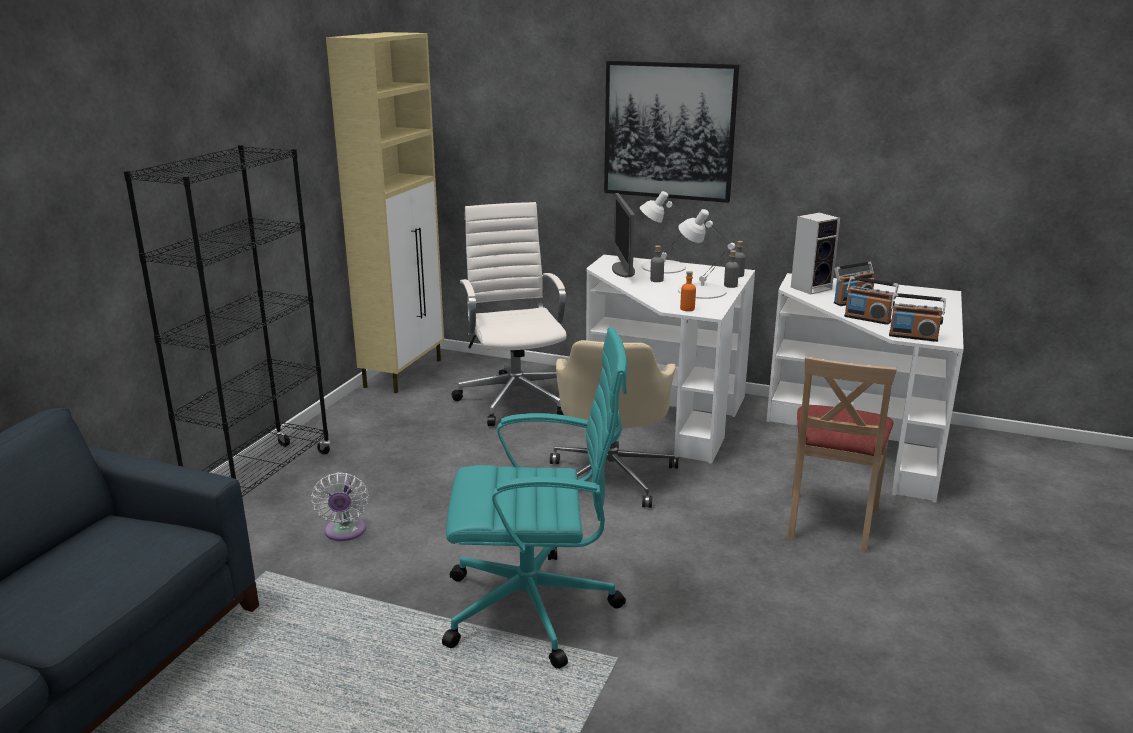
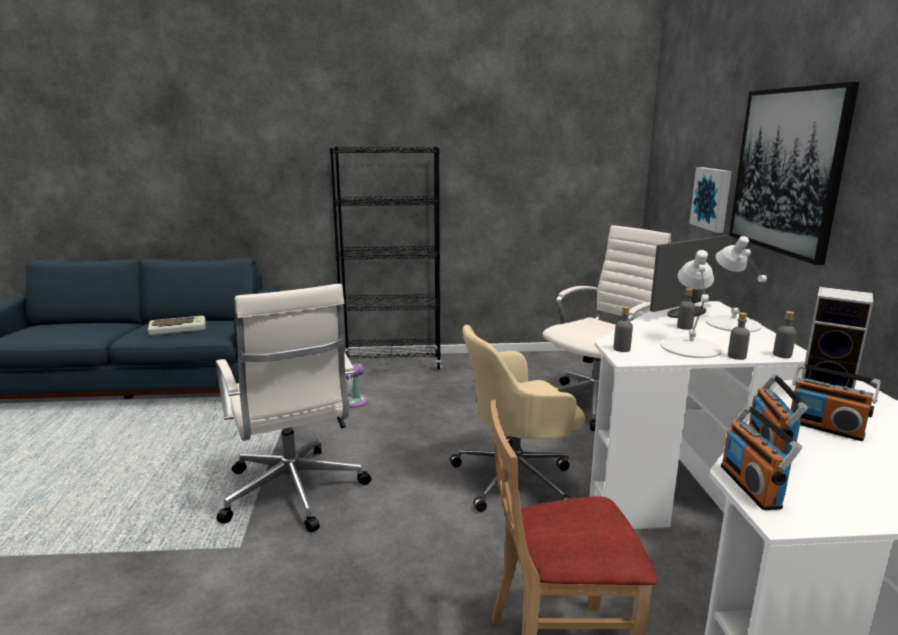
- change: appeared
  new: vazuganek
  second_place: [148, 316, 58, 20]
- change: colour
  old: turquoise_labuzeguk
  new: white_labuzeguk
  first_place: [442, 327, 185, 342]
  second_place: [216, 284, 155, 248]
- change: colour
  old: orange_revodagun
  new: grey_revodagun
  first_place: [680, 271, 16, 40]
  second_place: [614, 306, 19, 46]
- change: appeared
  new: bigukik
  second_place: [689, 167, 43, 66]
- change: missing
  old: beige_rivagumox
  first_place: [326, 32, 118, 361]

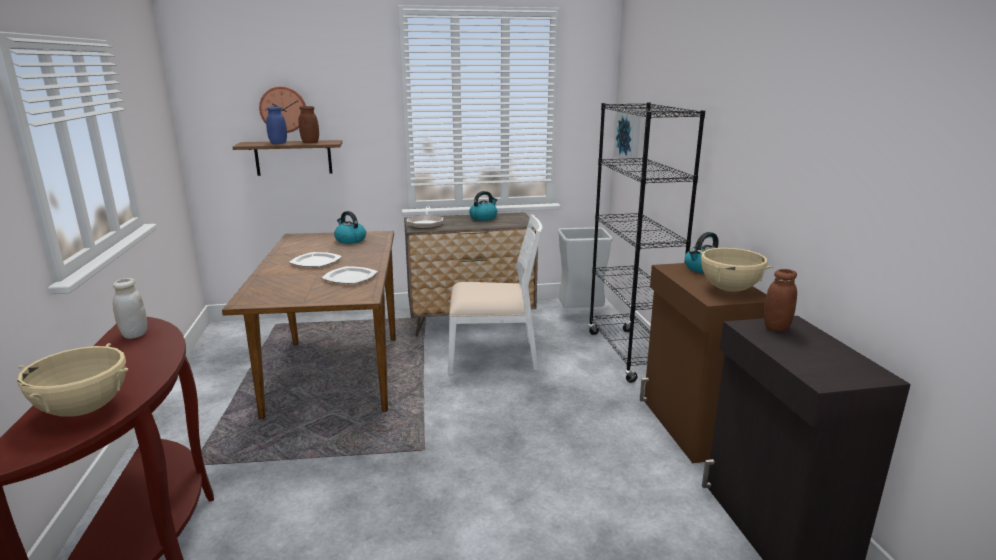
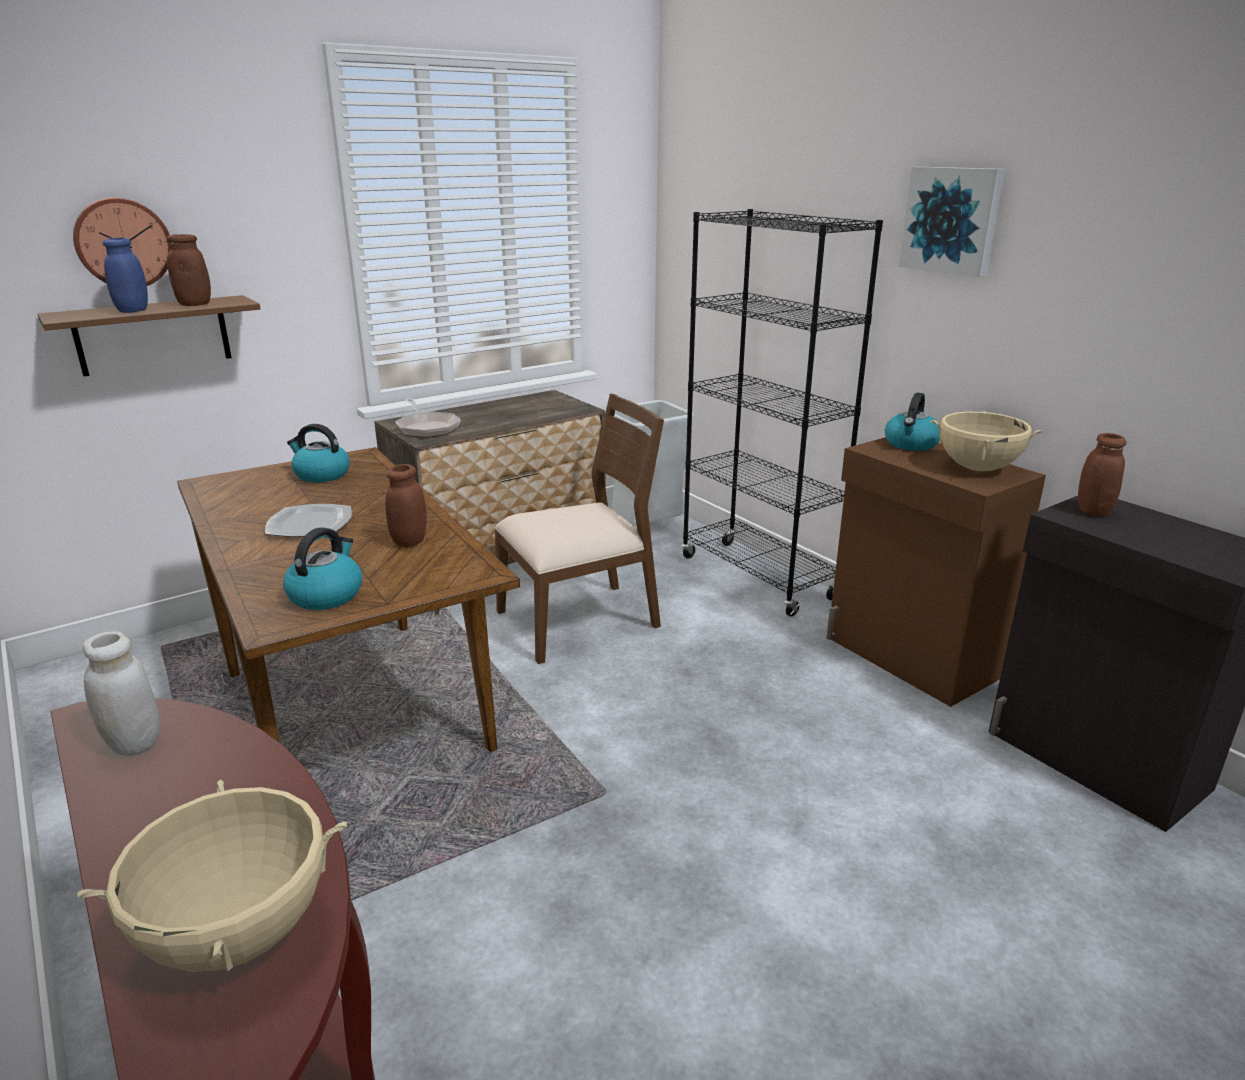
- change: relocated
  old: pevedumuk
  first_place: [469, 191, 29, 30]
  second_place: [283, 527, 79, 83]
- change: exchanged
  old: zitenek
  new: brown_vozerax
  first_place: [322, 266, 56, 18]
  second_place: [385, 464, 42, 84]
- change: colour
  old: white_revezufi
  new: brown_revezufi
  first_place: [448, 214, 94, 160]
  second_place: [495, 393, 169, 271]
- change: relocated
  old: bigukik
  first_place: [614, 109, 27, 54]
  second_place: [899, 167, 106, 110]

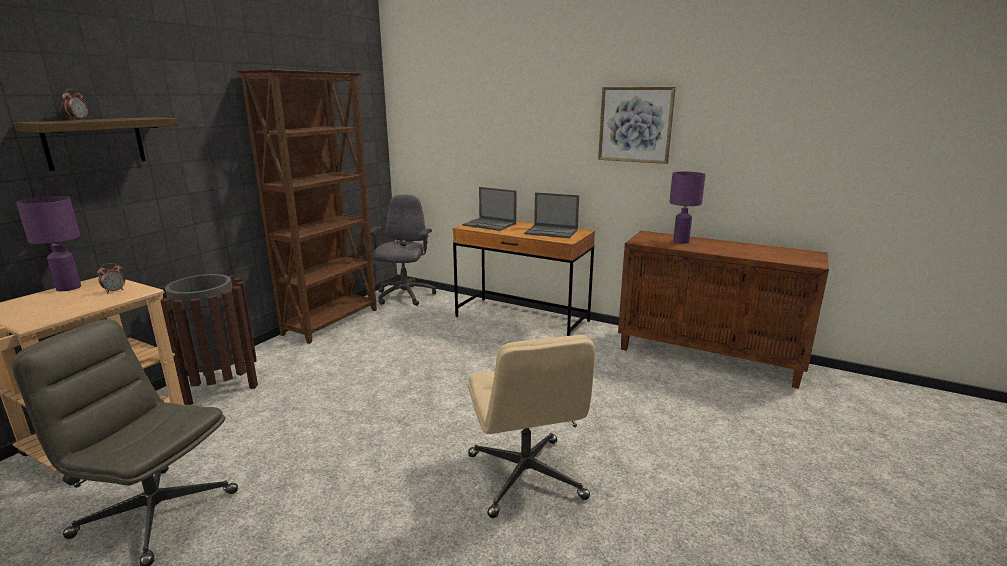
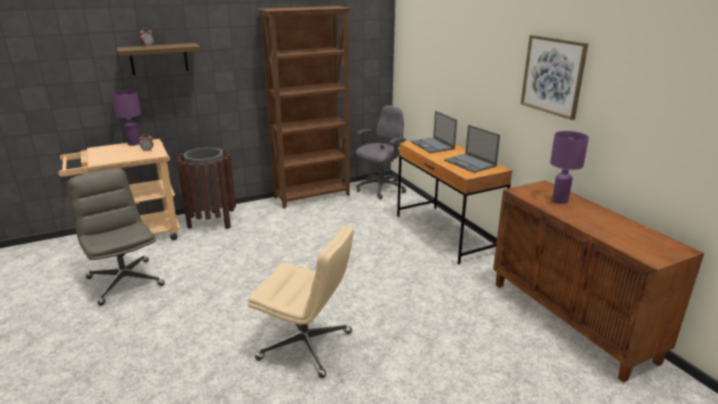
- change: spun
  old: beige_labuzeguk
  first_place: [468, 335, 127, 183]
  second_place: [248, 226, 106, 152]
  degrees: -90

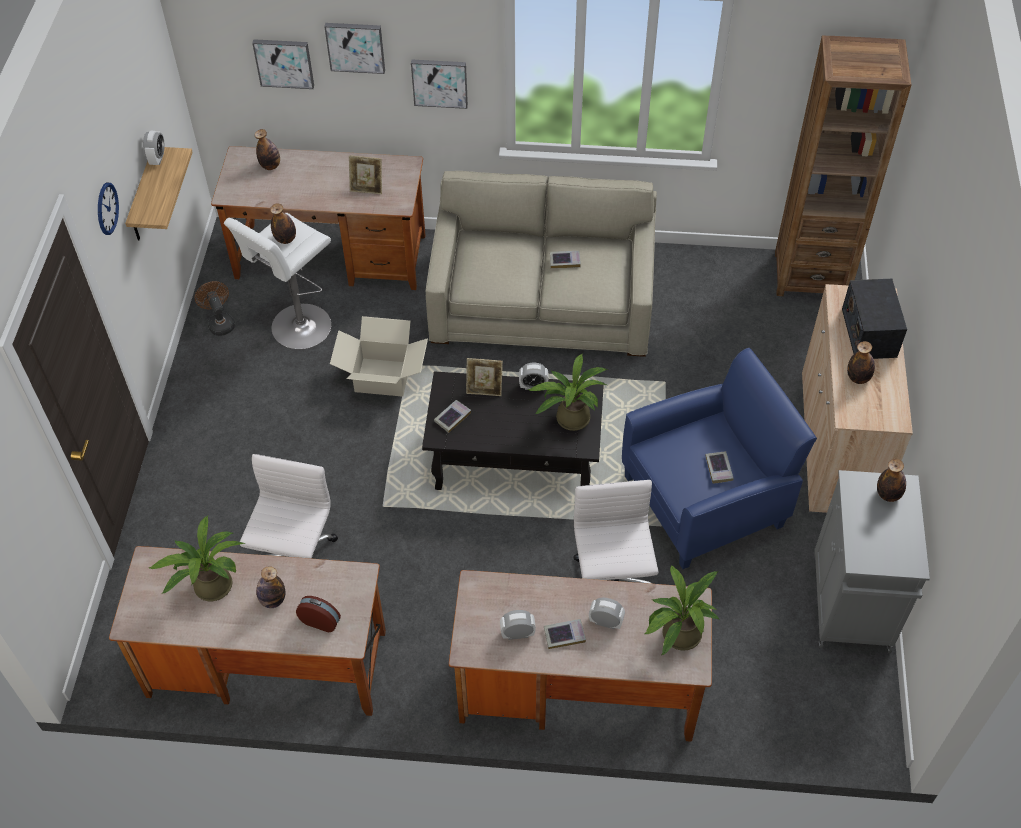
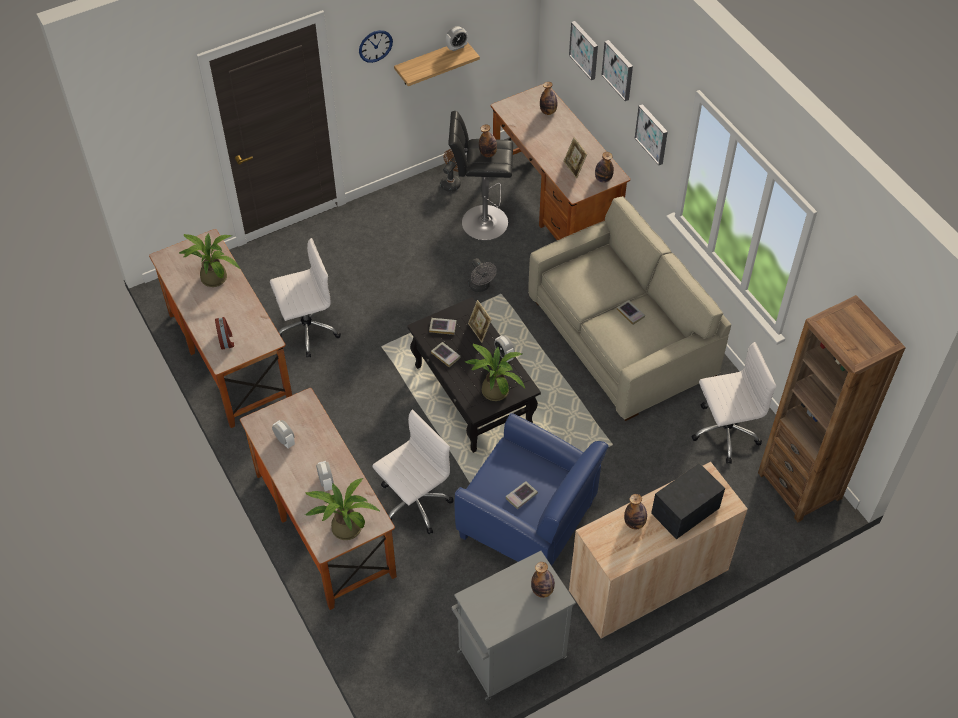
- change: relocated
  old: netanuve
  first_place: [544, 619, 42, 30]
  second_place: [431, 342, 30, 25]
- change: colour
  old: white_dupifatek
  new: black_dupifatek
  first_place: [224, 213, 107, 137]
  second_place: [448, 111, 65, 129]
- change: exchanged
  old: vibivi
  new: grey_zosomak
  first_place: [330, 316, 98, 80]
  second_place: [468, 258, 29, 34]
- change: relocated
  old: revodagun
  first_place: [256, 566, 29, 42]
  second_place: [595, 152, 19, 31]
- change: appeared
  new: white_labuzeguk
  second_place: [691, 342, 85, 122]

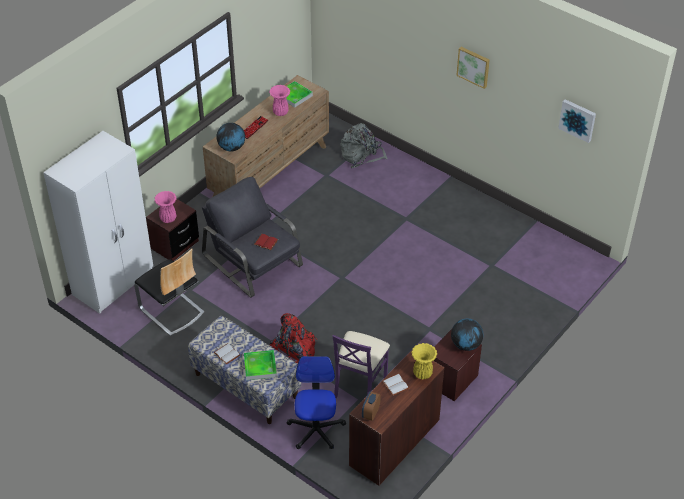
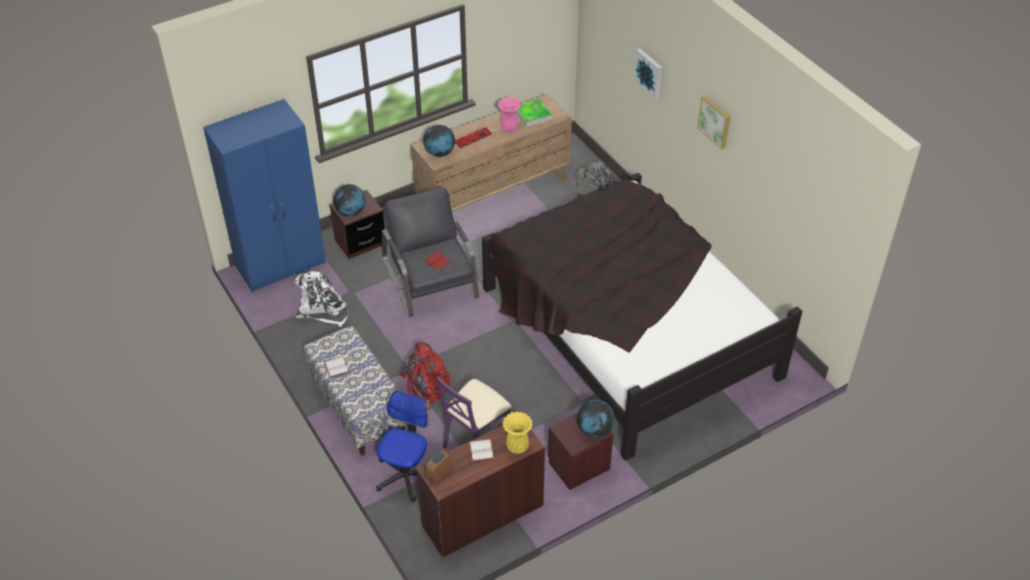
- change: colour
  old: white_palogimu
  new: blue_palogimu
  first_place: [43, 131, 110, 183]
  second_place: [203, 99, 122, 194]
- change: exchanged
  old: revezufi
  new: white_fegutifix
  first_place: [134, 248, 71, 88]
  second_place: [294, 271, 55, 56]
- change: exchanged
  old: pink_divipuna
  new: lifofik
  first_place: [154, 191, 22, 32]
  second_place: [333, 184, 32, 32]
- change: appeared
  new: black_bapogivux
  second_place: [482, 173, 320, 288]
- change: relocated
  old: bigukik
  first_place: [558, 99, 38, 44]
  second_place: [634, 48, 28, 52]
- change: missing
  old: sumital
  first_place: [244, 350, 33, 30]

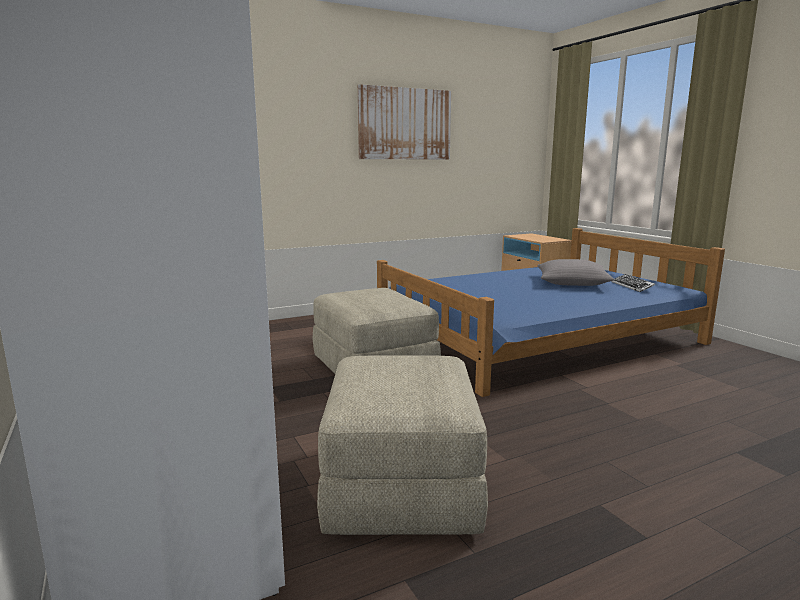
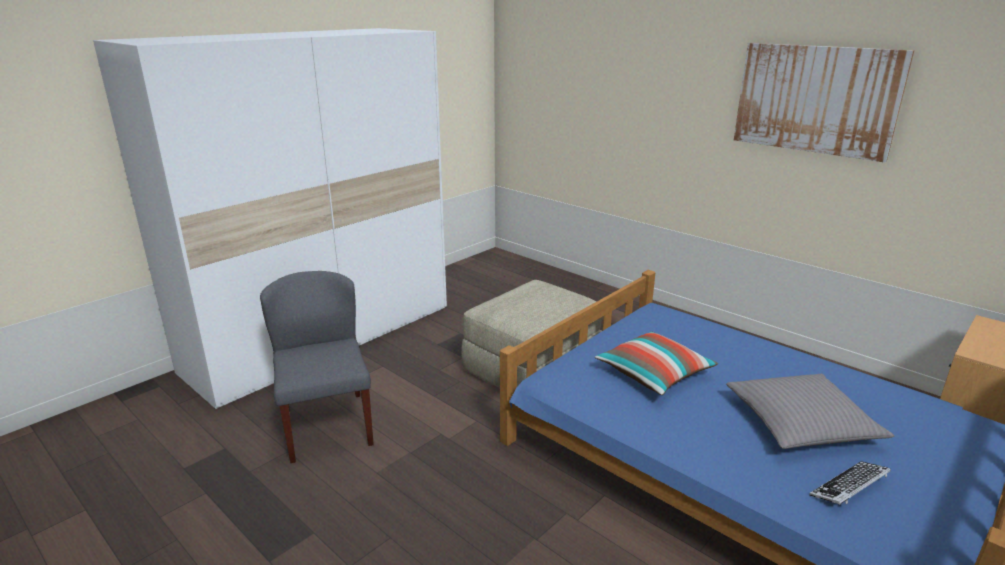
- change: exchanged
  old: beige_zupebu
  new: grey_revezufi
  first_place: [317, 355, 171, 180]
  second_place: [260, 271, 114, 192]
- change: appeared
  new: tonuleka
  second_place: [595, 332, 123, 63]

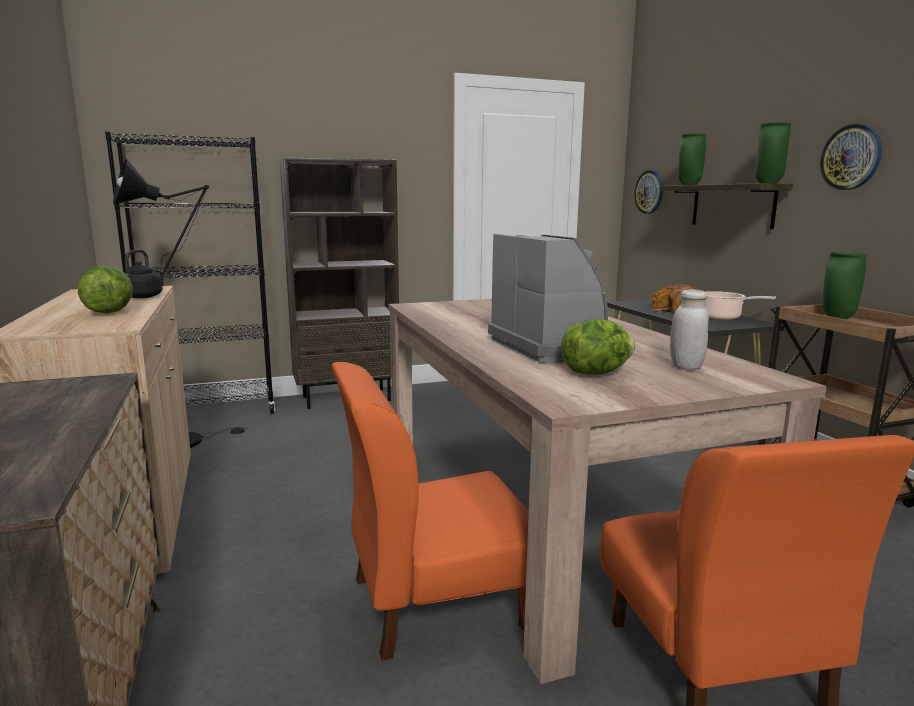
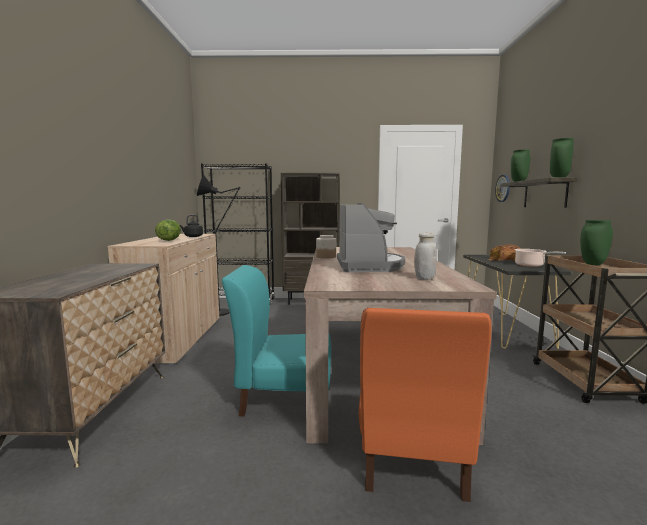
- change: colour
  old: orange_revezufi
  new: turquoise_revezufi
  first_place: [332, 362, 197, 299]
  second_place: [222, 265, 109, 151]
- change: appeared
  new: vozerax
  second_place: [316, 235, 20, 24]
- change: missing
  old: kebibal
  first_place: [561, 319, 74, 56]
- change: missing
  old: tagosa
  first_place: [820, 124, 62, 66]

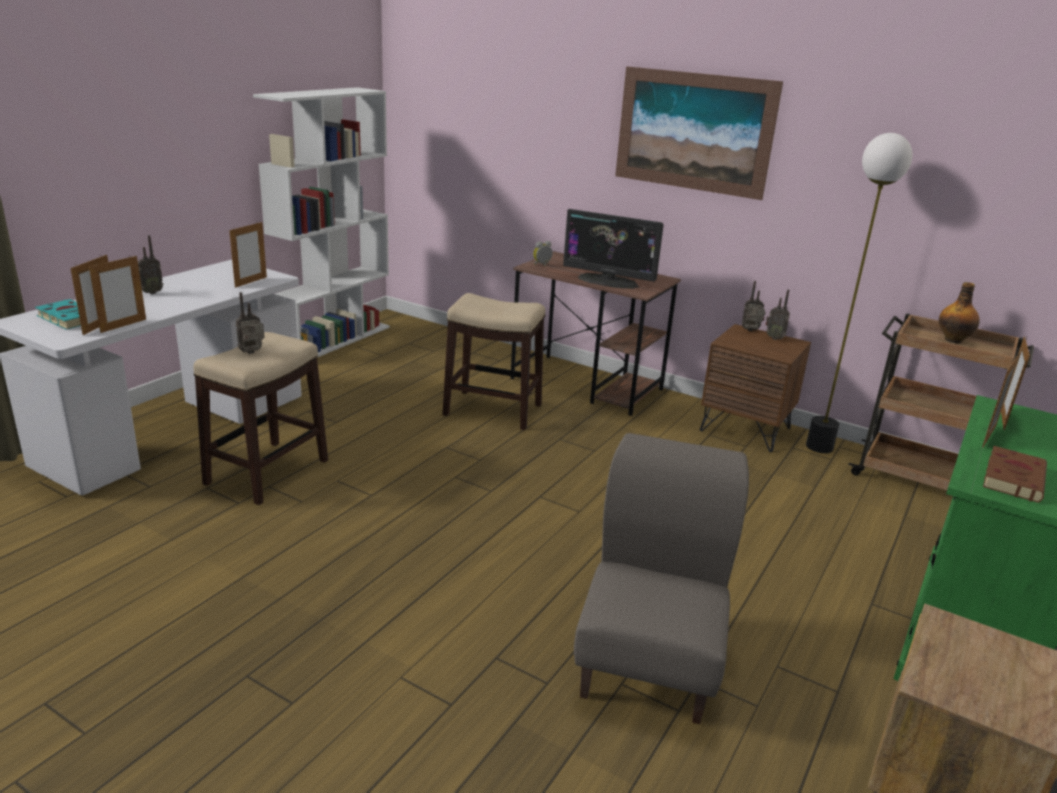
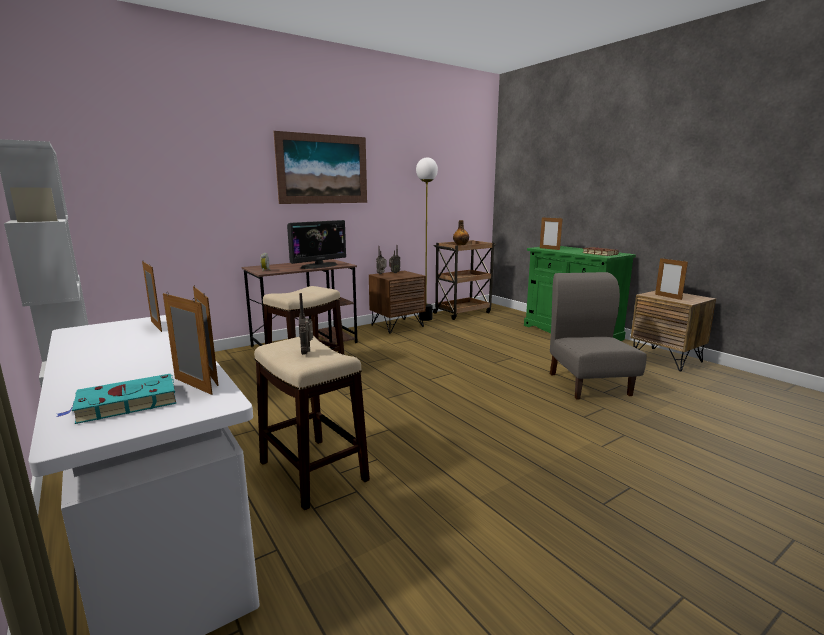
- change: spun
  old: grey_revezufi
  first_place: [574, 433, 175, 291]
  second_place: [550, 272, 97, 128]
  degrees: 45
- change: relocated
  old: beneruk
  first_place: [982, 353, 38, 95]
  second_place: [655, 257, 33, 43]
- change: missing
  old: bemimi
  first_place: [138, 235, 25, 59]

